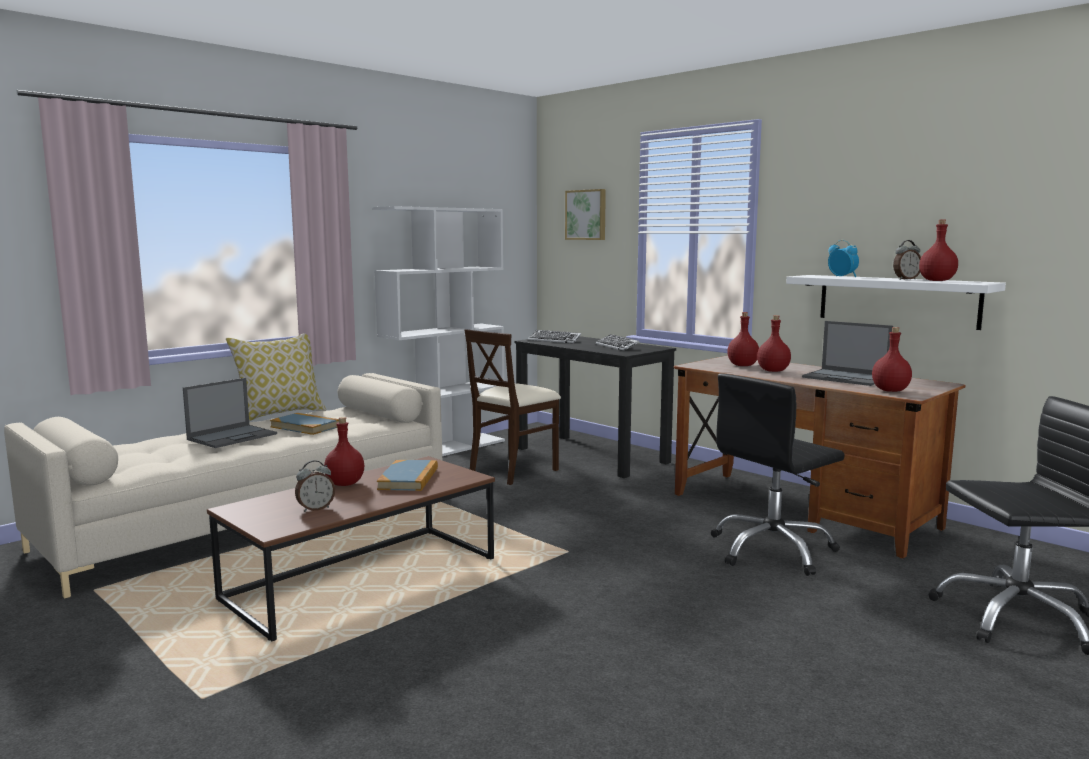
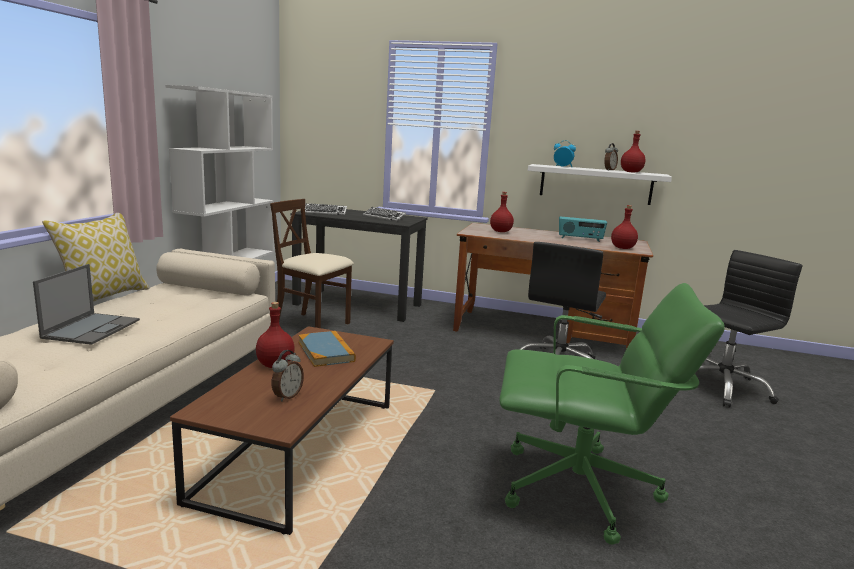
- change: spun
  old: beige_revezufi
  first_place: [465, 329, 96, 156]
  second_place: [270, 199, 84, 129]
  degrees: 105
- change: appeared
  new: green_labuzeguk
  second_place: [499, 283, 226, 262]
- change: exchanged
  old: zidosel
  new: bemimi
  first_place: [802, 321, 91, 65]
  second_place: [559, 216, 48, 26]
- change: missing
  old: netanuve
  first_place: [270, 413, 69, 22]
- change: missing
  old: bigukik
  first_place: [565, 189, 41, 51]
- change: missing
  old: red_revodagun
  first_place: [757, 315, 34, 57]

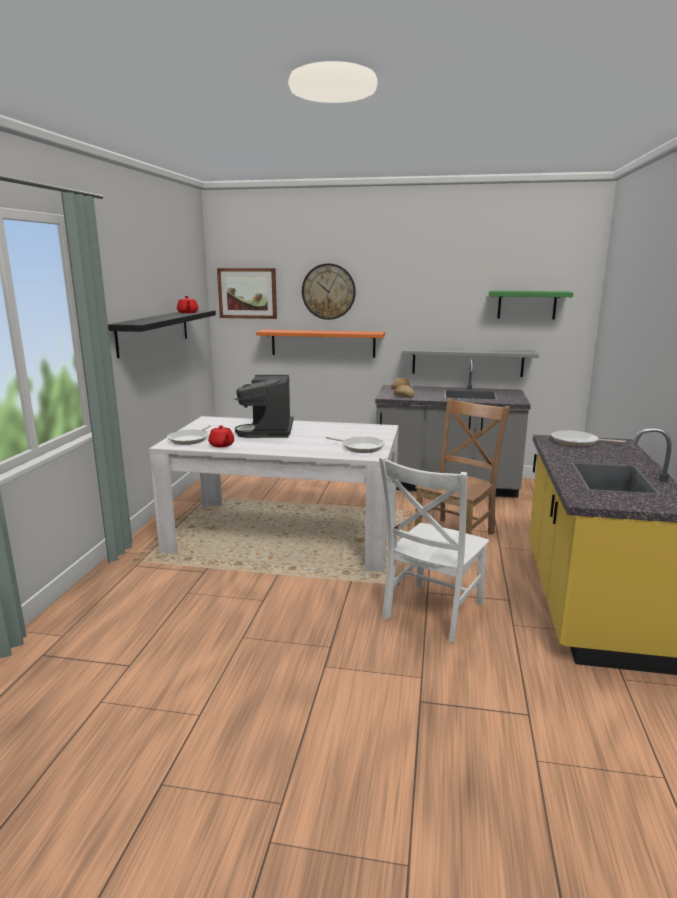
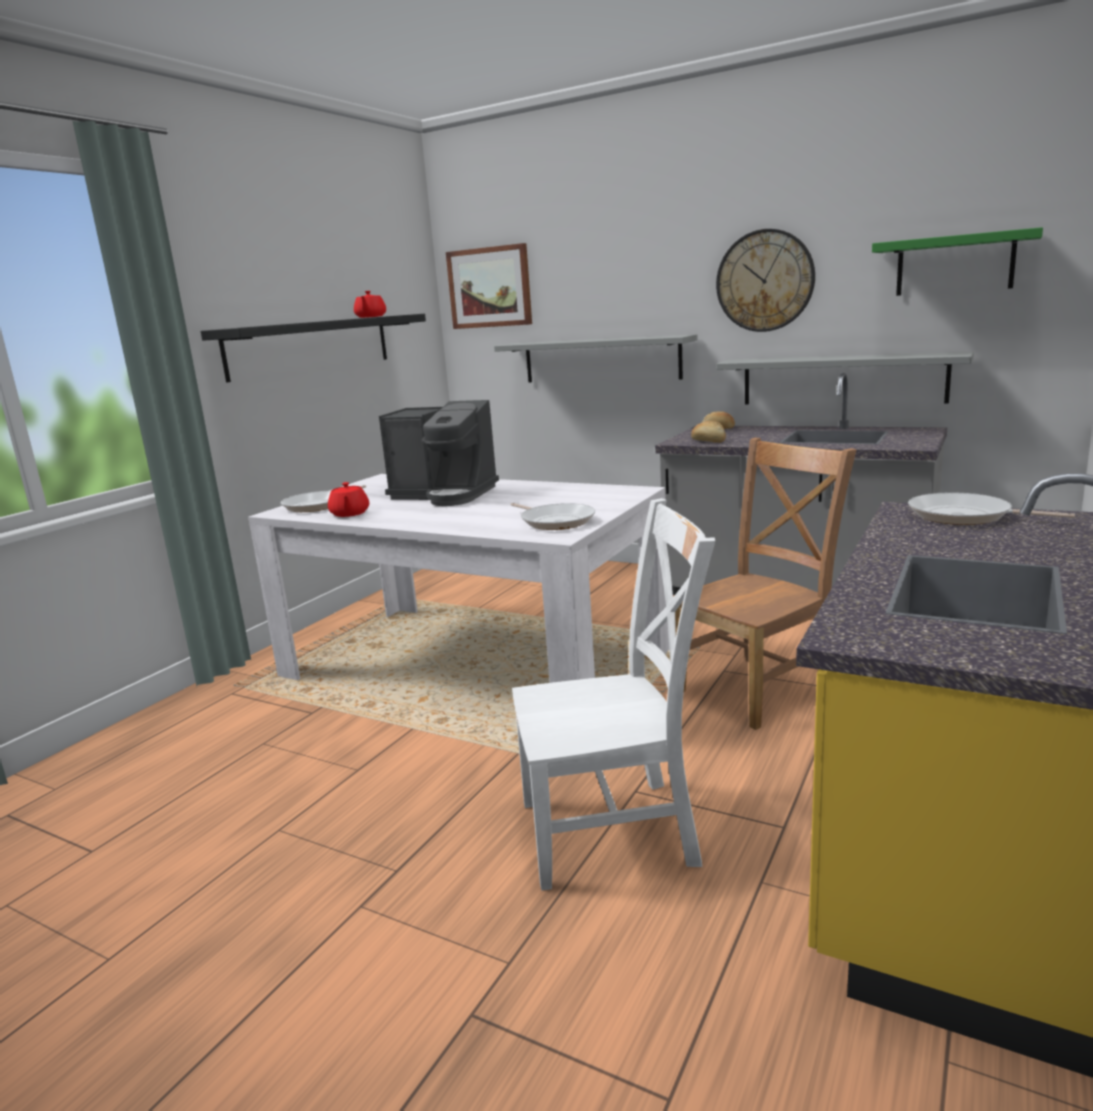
- change: spun
  old: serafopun
  first_place: [234, 375, 60, 63]
  second_place: [379, 400, 120, 106]
  degrees: -90
- change: colour
  old: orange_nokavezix
  new: grey_nokavezix
  first_place: [256, 330, 129, 28]
  second_place: [494, 334, 204, 49]
- change: spun
  old: white_revezufi
  first_place: [379, 457, 110, 186]
  second_place: [512, 498, 203, 393]
  degrees: -150
- change: relocated
  old: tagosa
  first_place: [302, 263, 54, 57]
  second_place: [716, 229, 99, 103]

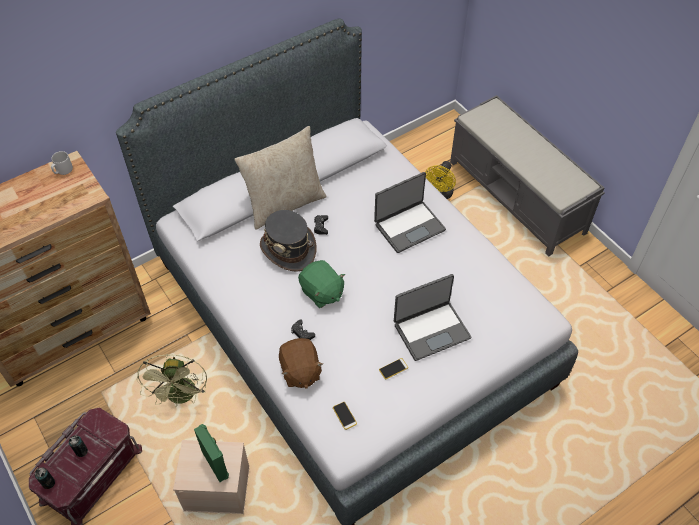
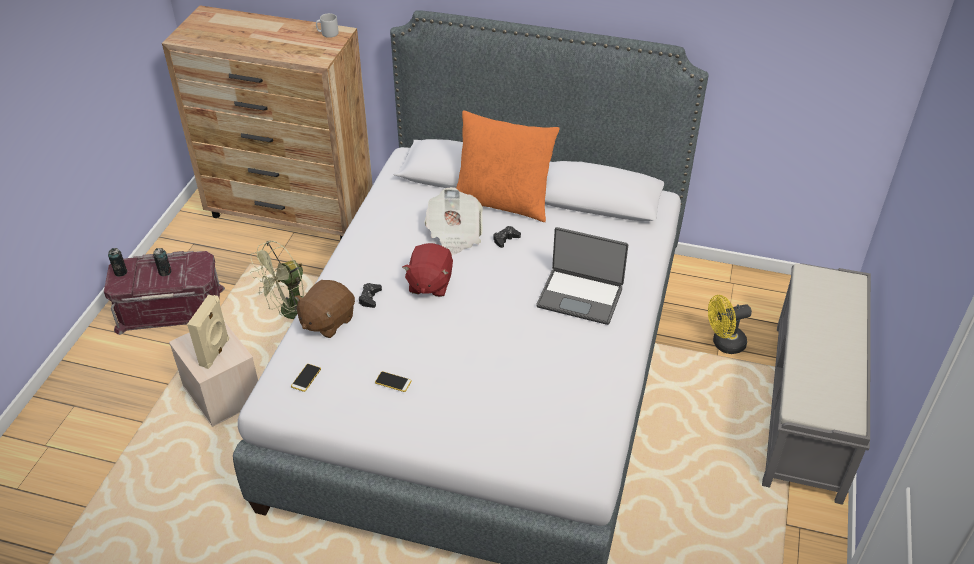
- change: colour
  old: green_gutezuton
  new: beige_gutezuton
  first_place: [194, 424, 35, 58]
  second_place: [187, 295, 42, 74]
- change: colour
  old: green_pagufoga
  new: red_pagufoga
  first_place: [298, 260, 47, 48]
  second_place: [402, 243, 51, 54]
- change: exchanged
  old: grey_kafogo
  new: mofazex
  first_place: [260, 210, 57, 62]
  second_place: [424, 187, 59, 68]
- change: colour
  old: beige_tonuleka
  new: orange_tonuleka
  first_place: [234, 126, 93, 104]
  second_place: [456, 110, 104, 112]
- change: missing
  old: zidosel
  first_place: [394, 274, 78, 87]

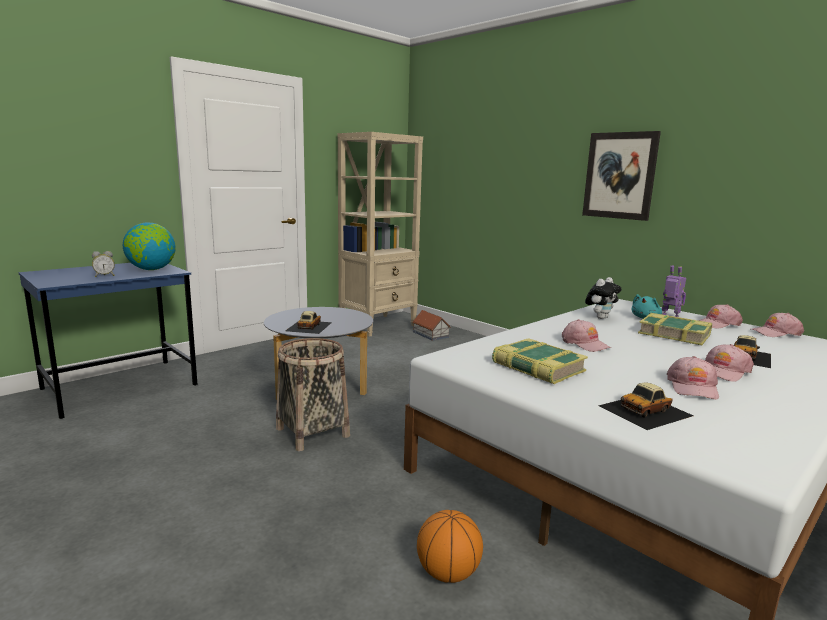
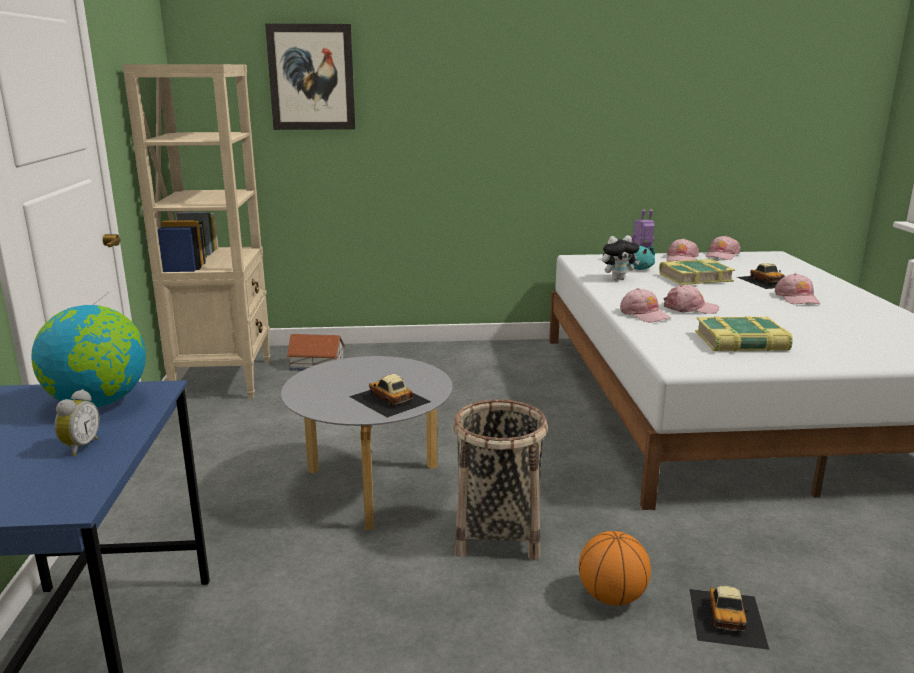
- change: relocated
  old: bigukik
  first_place: [582, 131, 79, 90]
  second_place: [265, 24, 91, 106]
- change: relocated
  old: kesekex
  first_place: [417, 510, 66, 73]
  second_place: [579, 531, 72, 75]
- change: spun
  old: pagufoga
  first_place: [585, 277, 37, 42]
  second_place: [602, 235, 38, 45]
  degrees: 75
- change: relocated
  old: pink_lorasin
  first_place: [667, 356, 52, 43]
  second_place: [620, 288, 51, 35]
- change: relocated
  old: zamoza
  first_place: [598, 383, 96, 47]
  second_place: [690, 586, 79, 64]

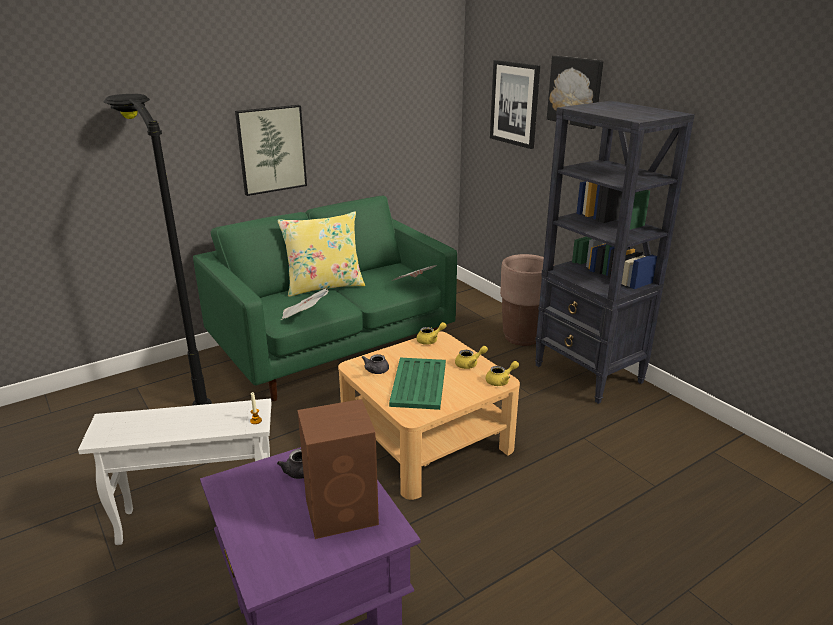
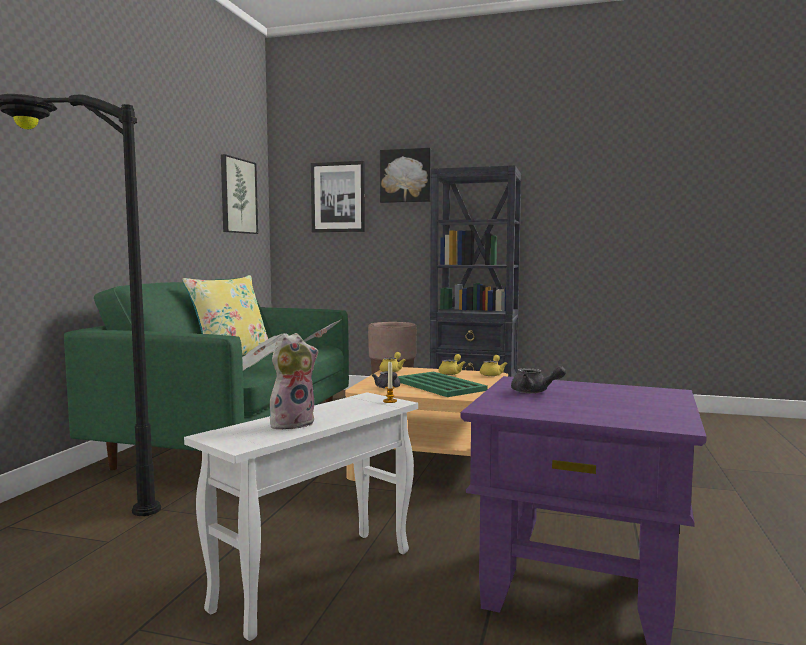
- change: relocated
  old: bigukik
  first_place: [235, 105, 72, 91]
  second_place: [221, 154, 37, 80]
- change: appeared
  new: pagufoga
  second_place: [270, 333, 49, 96]
- change: missing
  old: brown_gutezuton
  first_place: [297, 399, 82, 140]

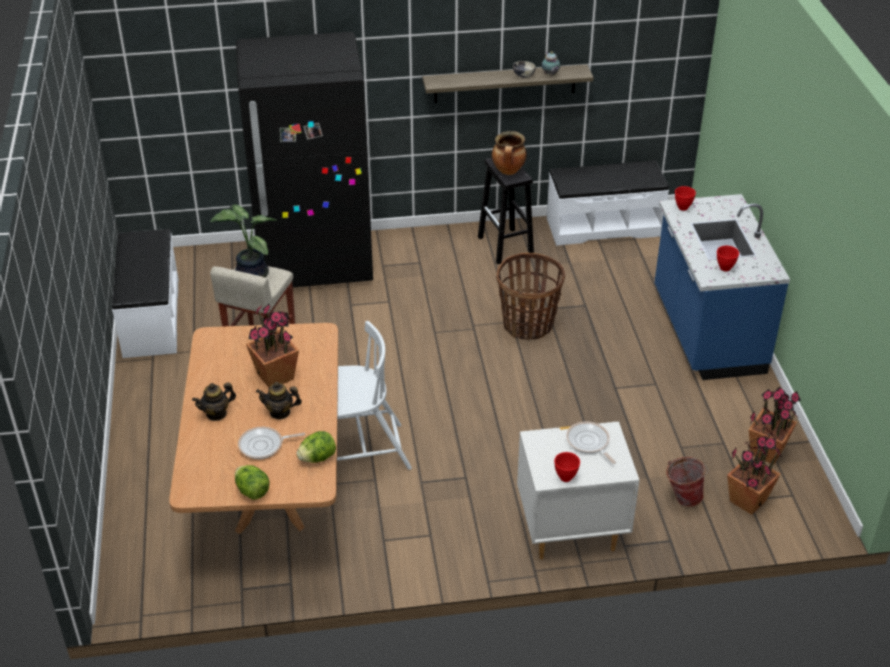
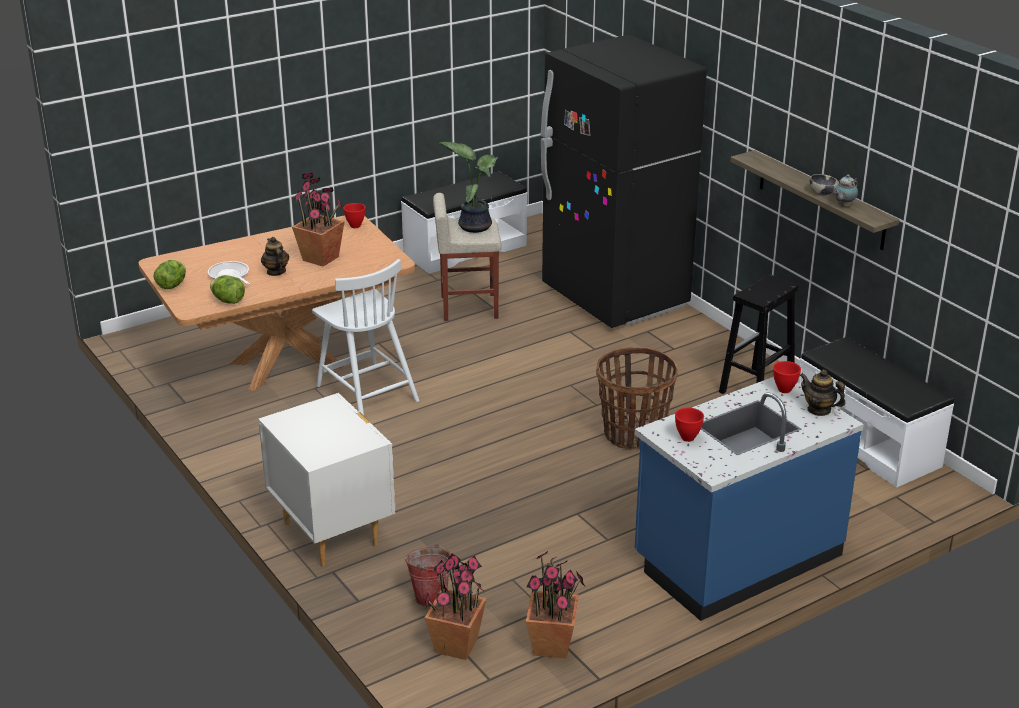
- change: relocated
  old: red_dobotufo
  first_place: [554, 452, 26, 30]
  second_place: [343, 203, 22, 25]
- change: relocated
  old: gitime
  first_place: [192, 383, 44, 38]
  second_place: [800, 370, 46, 46]
- change: missing
  old: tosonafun
  first_place: [492, 131, 35, 44]
- change: missing
  old: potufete
  first_place: [566, 422, 50, 42]

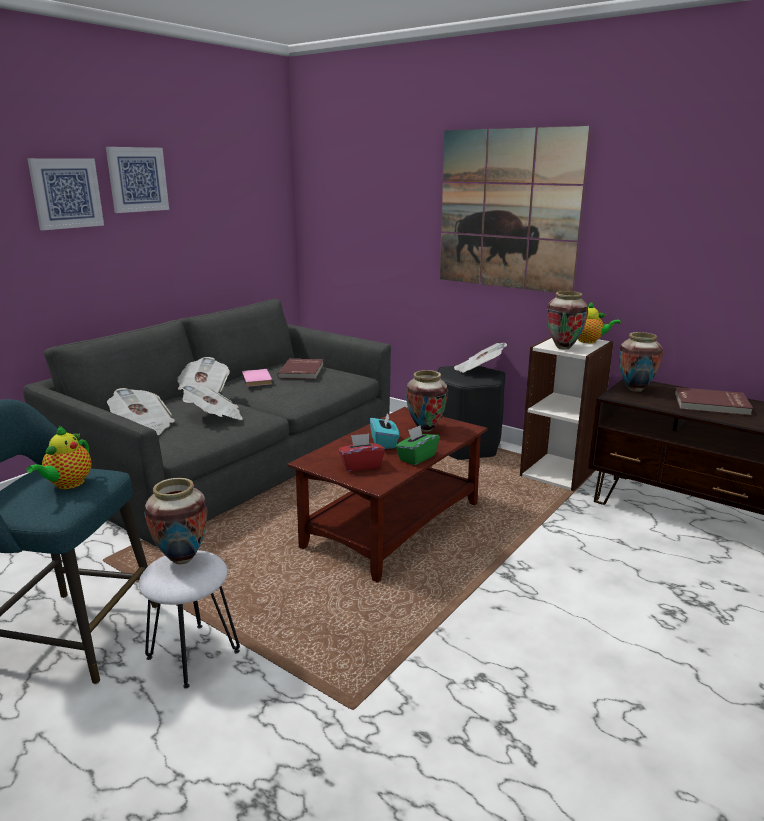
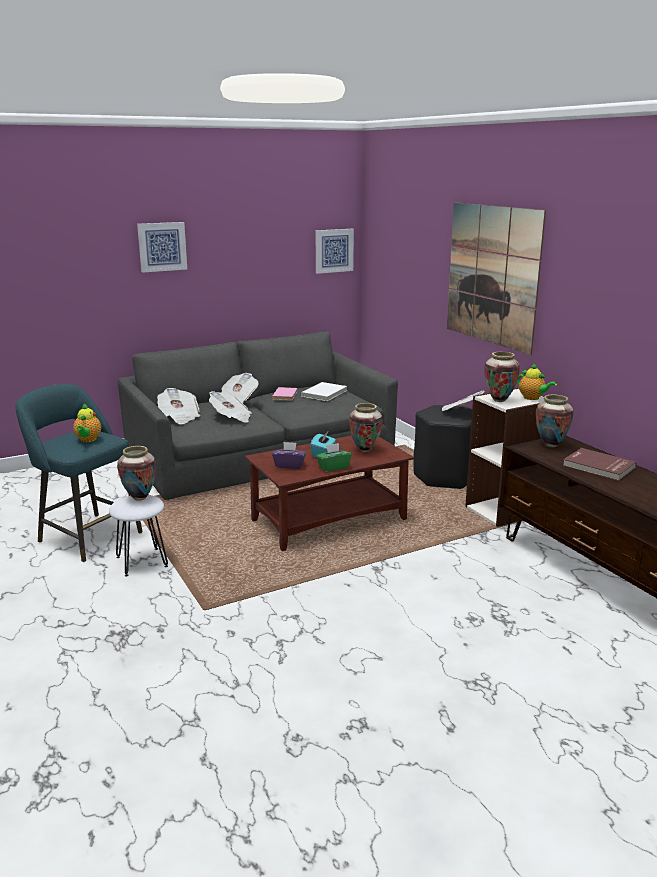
- change: spun
  old: gitime
  first_place: [26, 426, 66, 63]
  second_place: [73, 404, 28, 38]
  degrees: -45
- change: colour
  old: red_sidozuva
  new: purple_sidozuva
  first_place: [338, 434, 47, 38]
  second_place: [272, 442, 34, 27]
- change: colour
  old: red_netanuve
  new: white_netanuve
  first_place: [278, 359, 46, 20]
  second_place: [301, 382, 46, 19]
- change: relocated
  old: bigukik
  first_place: [106, 147, 63, 66]
  second_place: [316, 229, 38, 45]

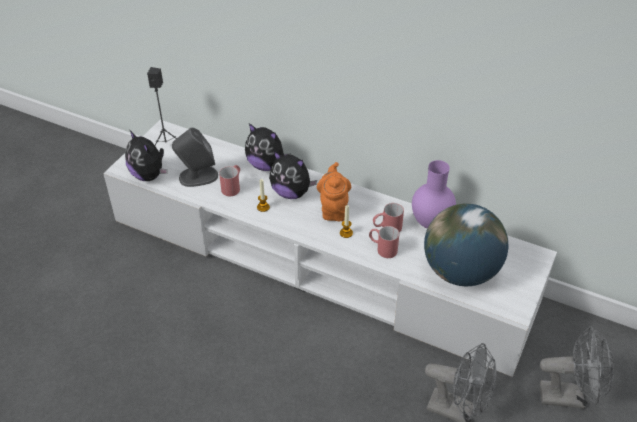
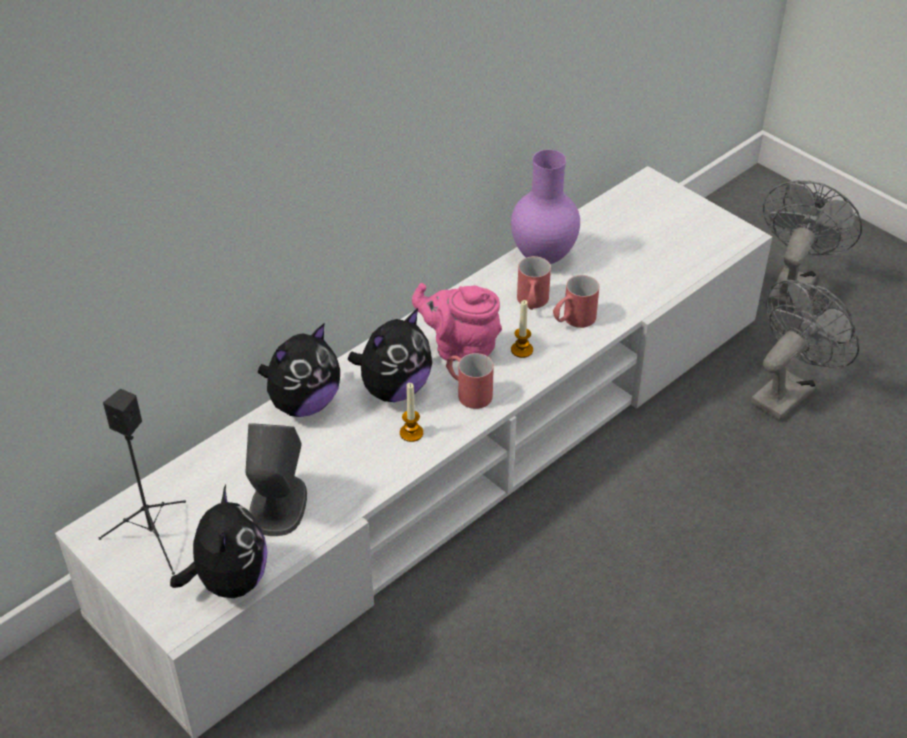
- change: spun
  old: pagufoga
  first_place: [125, 130, 43, 51]
  second_place: [170, 485, 98, 113]
  degrees: -75
- change: colour
  old: orange_gitime
  new: pink_gitime
  first_place: [317, 162, 34, 59]
  second_place: [412, 283, 90, 78]
- change: relocated
  old: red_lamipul
  first_place: [219, 165, 21, 31]
  second_place: [446, 353, 48, 56]
- change: missing
  old: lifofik
  first_place: [424, 204, 85, 82]

